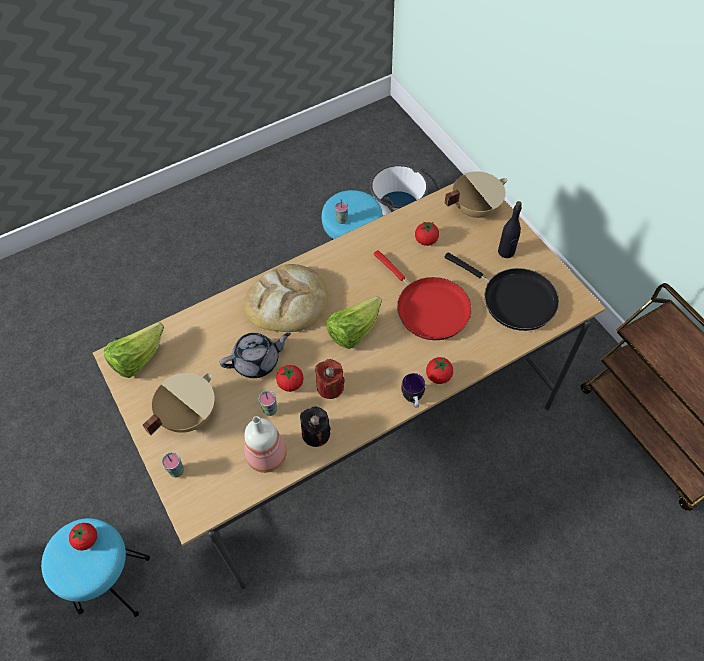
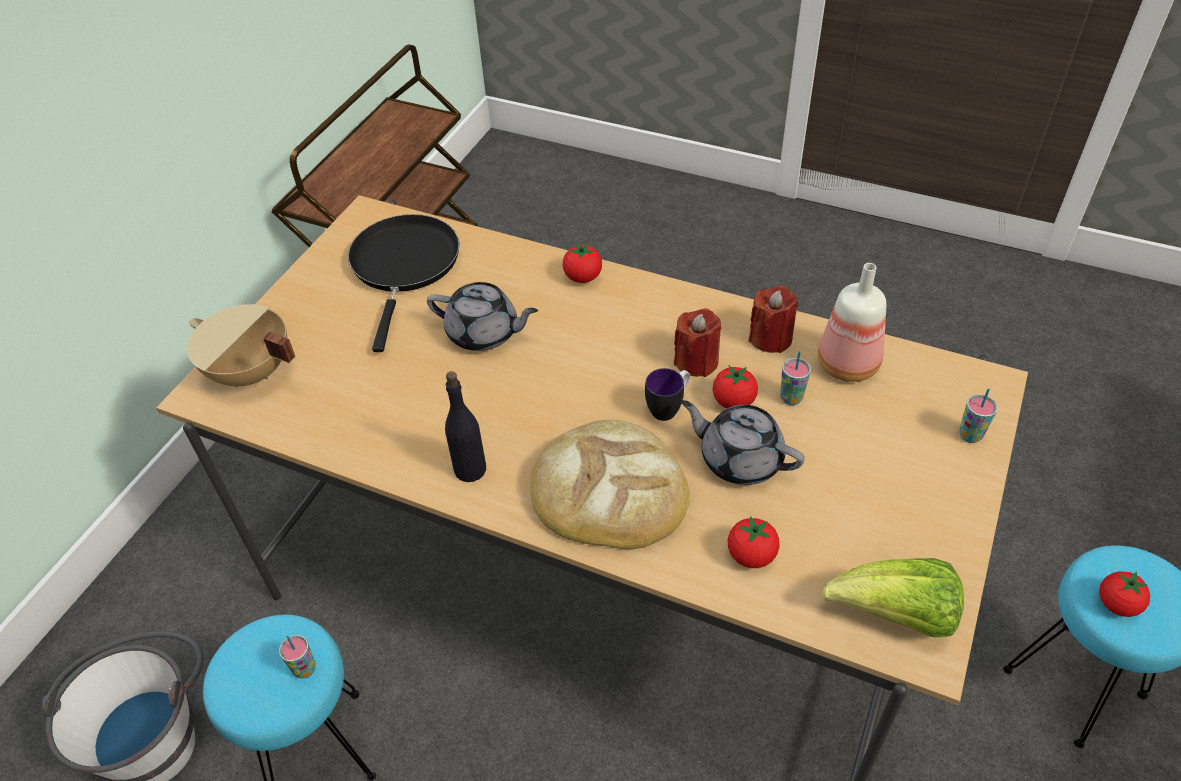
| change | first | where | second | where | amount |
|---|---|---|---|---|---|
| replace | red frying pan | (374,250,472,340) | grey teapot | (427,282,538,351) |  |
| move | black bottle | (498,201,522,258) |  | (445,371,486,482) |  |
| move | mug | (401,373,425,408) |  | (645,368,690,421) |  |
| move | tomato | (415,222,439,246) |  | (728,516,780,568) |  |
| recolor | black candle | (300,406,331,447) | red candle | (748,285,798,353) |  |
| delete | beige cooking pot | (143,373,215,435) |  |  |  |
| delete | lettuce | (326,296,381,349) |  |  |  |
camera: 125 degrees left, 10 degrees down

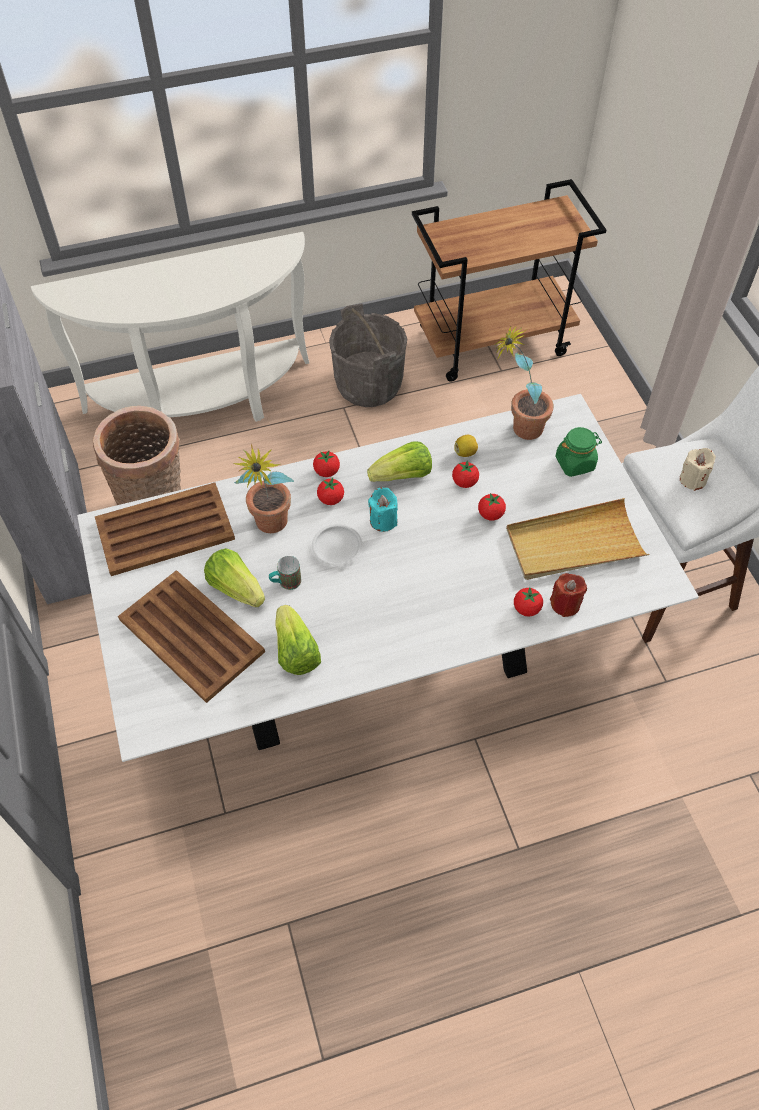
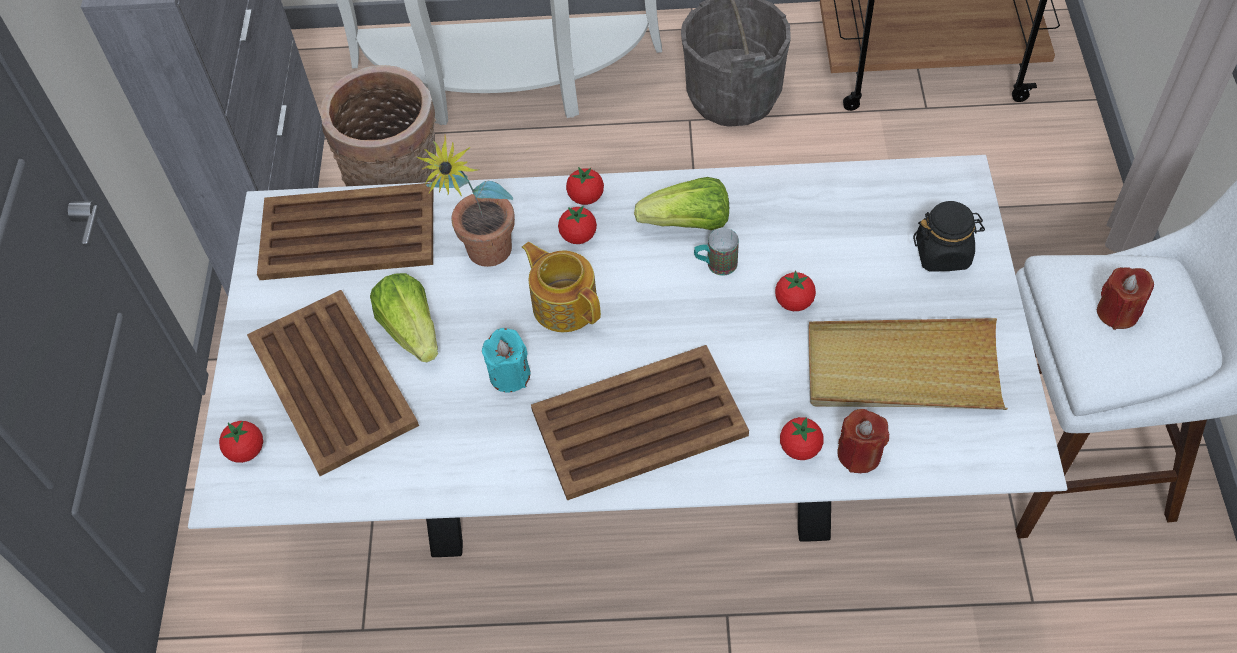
| change | first | where | second | where | amount |
|---|---|---|---|---|---|
| move | tomato | (452,460,479,488) |  | (219,421,263,463) |  |
| move | turquoise candle | (368,488,398,532) |  | (482,328,531,393) |  |
| replace | white plate | (312,524,362,566) | teapot | (522,242,601,332) |  |
| insert |  |  | brown tray | (531,345,749,500) |  |
| move | mug | (269,556,301,590) |  | (694,228,739,276) |  |
| recolor | green jar | (555,427,602,477) | black jar | (913,201,985,272) |  |
| recolor | beige candle | (680,448,716,491) | red candle | (1097,267,1154,330) |  |
| delete | lettuce | (275,605,321,675) |  |  |  |
| delete | lemon | (455,435,478,457) |  |  |  |
| delete | potted plant | (494,327,554,440) |  |  |  |
camera: 20 degrees right, 0 degrees up

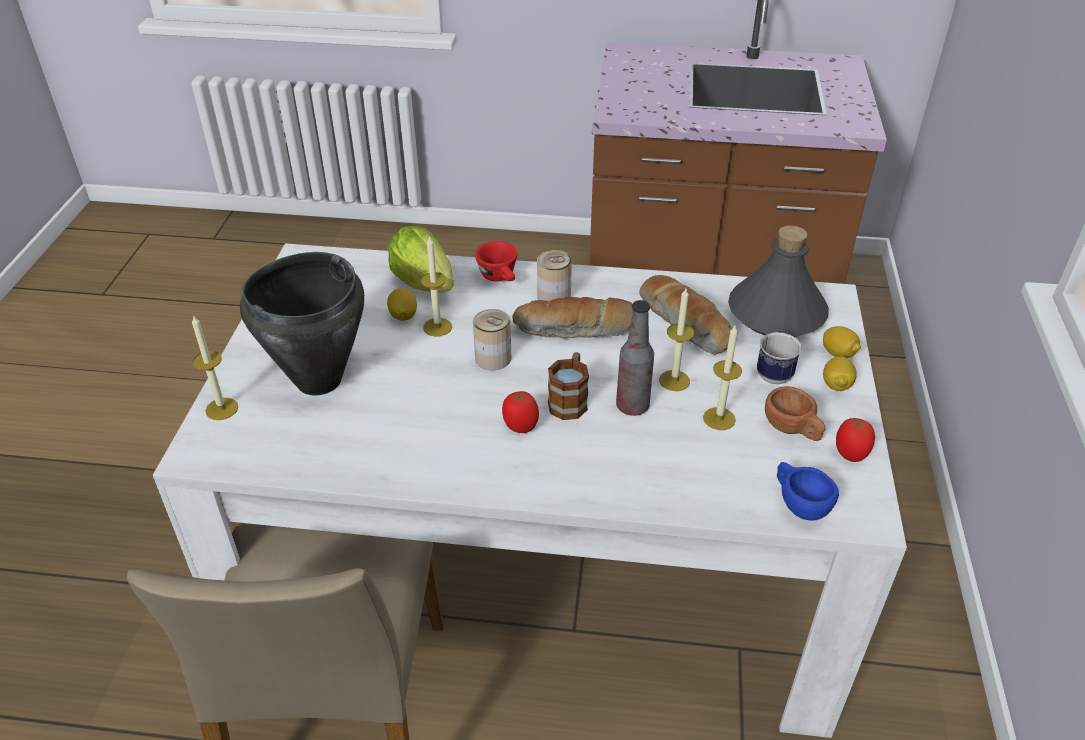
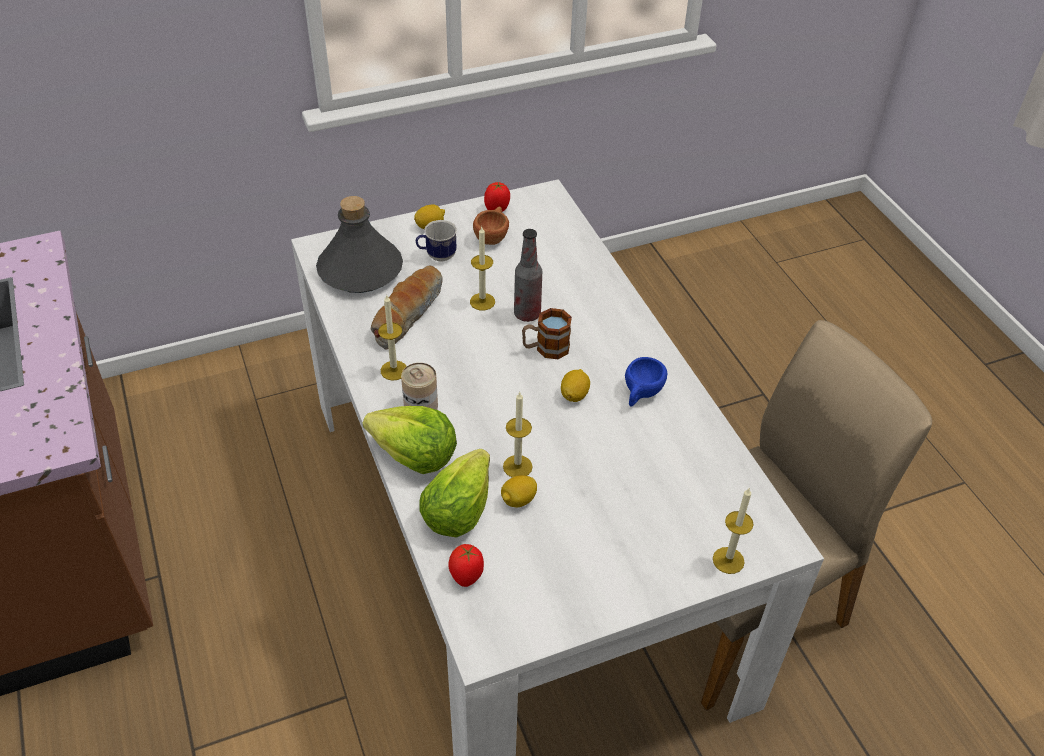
| change | first | where | second | where | amount |
|---|---|---|---|---|---|
| replace | red cup | (475,241,518,282) | lettuce | (363,406,457,474) |  |
| move | candle | (703,326,742,430) |  | (378,294,407,380) |  |
| move | tomato | (502,391,539,433) |  | (448,544,484,587) |  |
| move | lemon | (823,326,861,358) |  | (561,369,590,402) |  |
| move | blue cup | (777,462,839,521) |  | (625,357,667,406) |  |
| delete | black cooking pot | (240,252,364,395) |  |  |  |
| delete | can | (473,309,511,370) |  |  |  |
| delete | bread | (512,297,633,339) |  |  |  |
camera: 120 degrees left, 5 degrees up

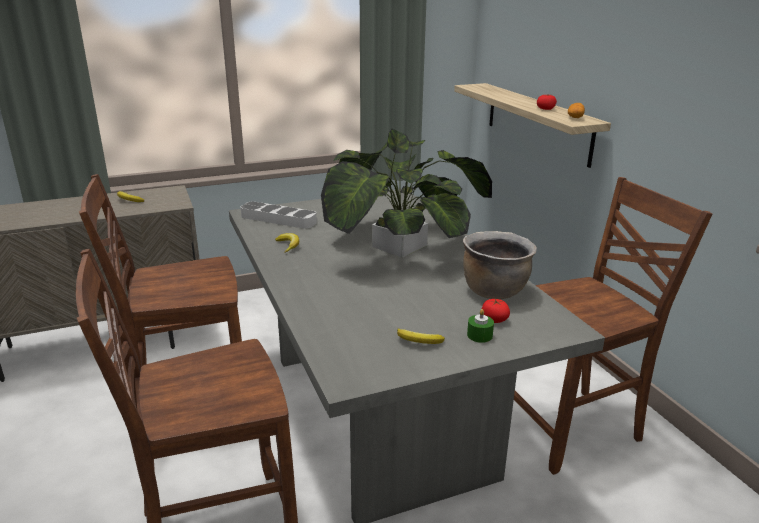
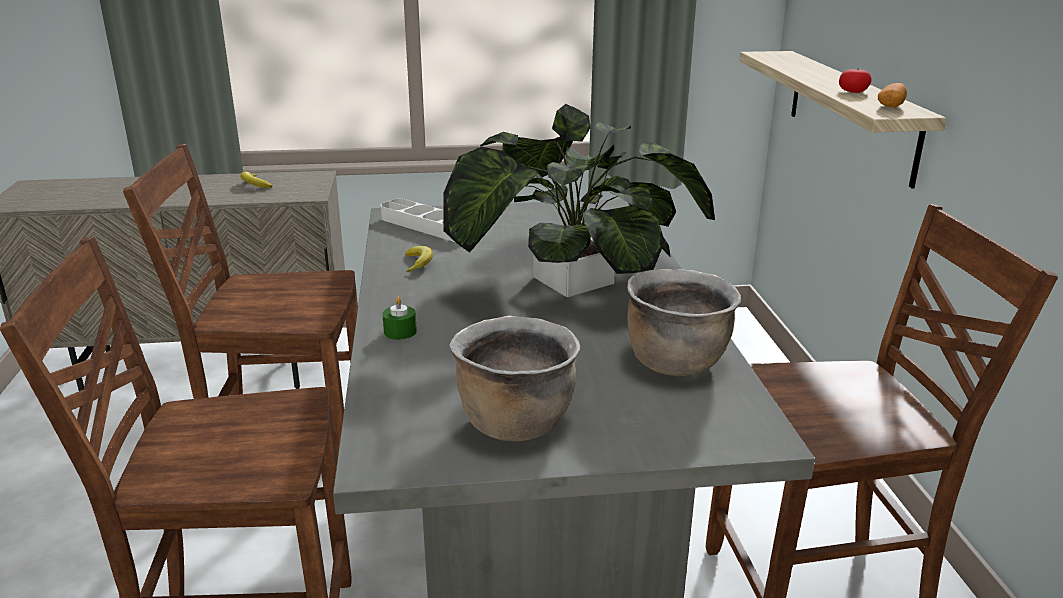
| change | first | where | second | where | amount |
|---|---|---|---|---|---|
| move | green candle | (467,309,494,343) |  | (382,296,417,340) |  |
| replace | banana | (397,329,445,344) | brown cooking pot | (449,315,580,442) |  |
| delete | tomato | (482,299,510,323) |  |  |  |
camera: 15 degrees right, 0 degrees up

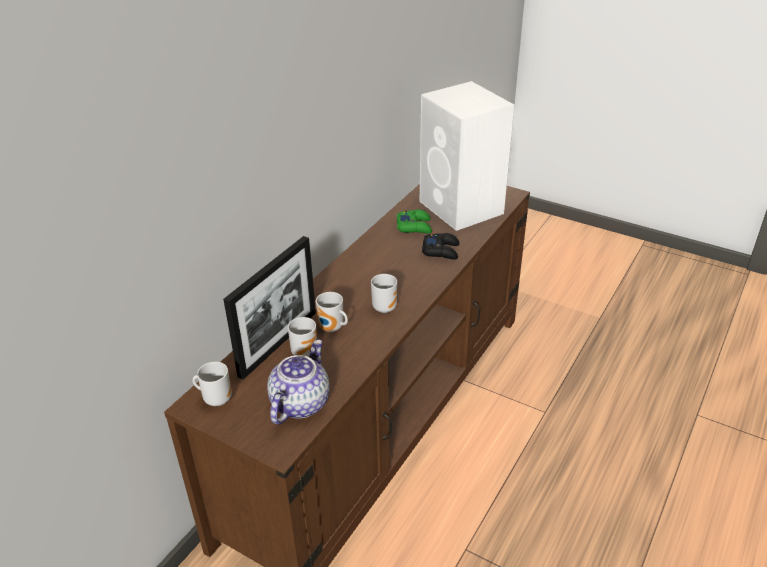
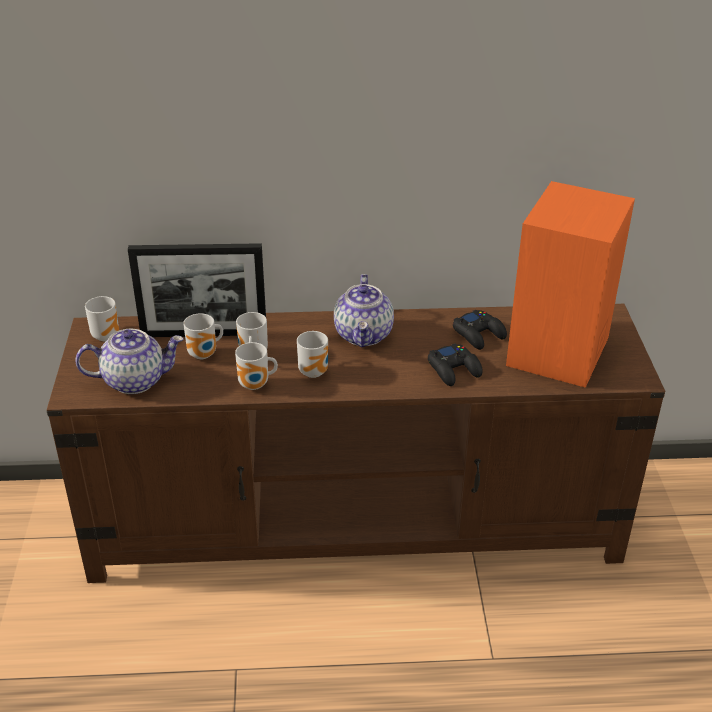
| change | first | where | second | where | amount |
|---|---|---|---|---|---|
| insert |  |  | mug | (235,342,278,390) |  |
| insert |  |  | teapot | (334,274,394,347) |  |
| recolor | green game controller | (397,209,432,233) | black game controller | (453,310,507,350) |  |
| recolor | white speaker | (420,81,514,231) | orange speaker | (506,181,635,388) |  |
camera: 55 degrees right, 0 degrees up

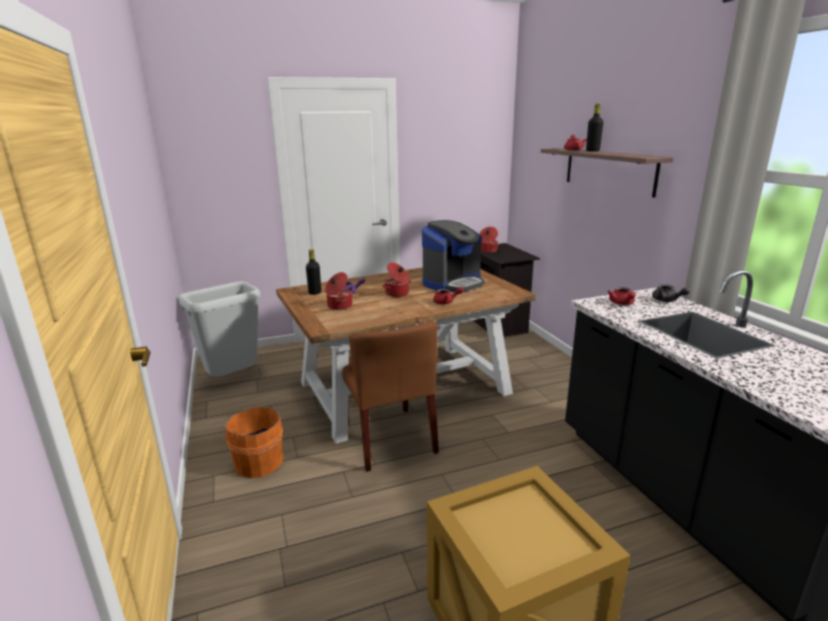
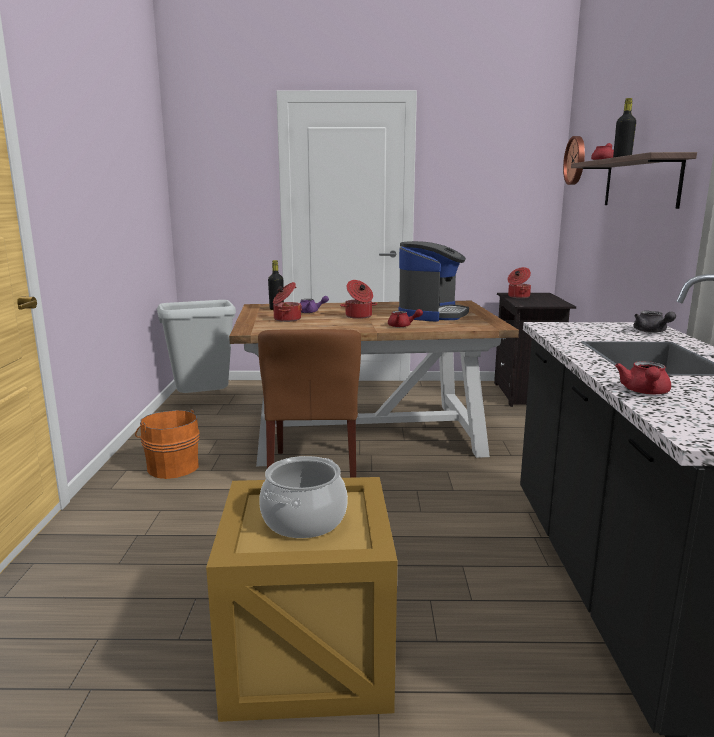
| change | first | where | second | where | amount |
|---|---|---|---|---|---|
| insert |  |  | cooking pot | (259,456,348,538) |  |
| rotate | coffee machine | (422,220,485,293) |  | (398,241,469,322) | 45 degrees counterclockwise |
| insert |  |  | wall clock | (563,136,585,185) |  |
| move | red teapot | (608,287,636,305) |  | (615,361,671,395) |  |
camera: 20 degrees right, 5 degrees down

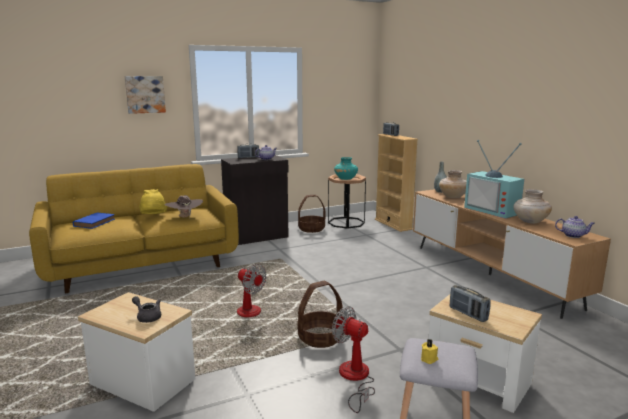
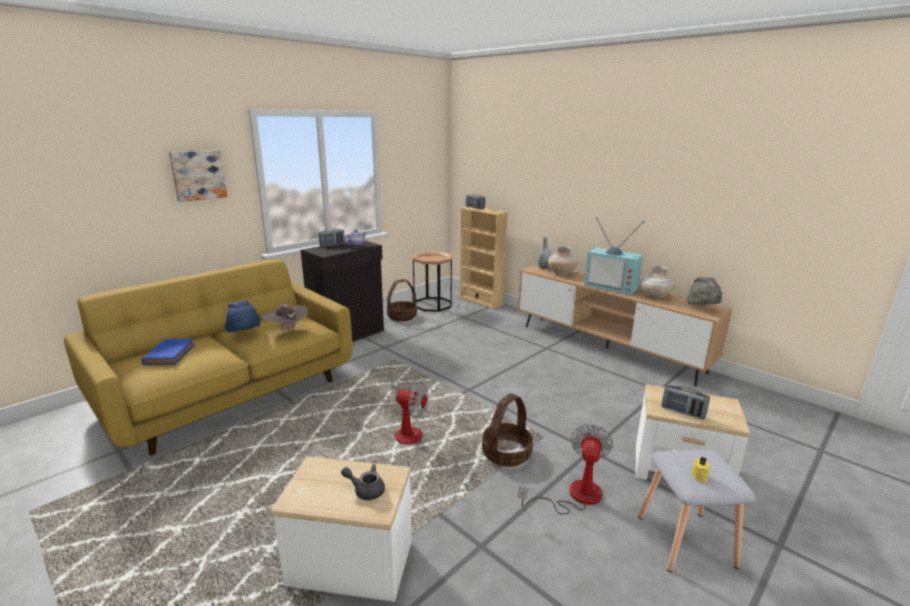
| change | first | where | second | where | amount |
|---|---|---|---|---|---|
| recolor | yellow hat | (139,189,167,214) | blue hat | (224,300,260,333) |  |
| rotate | fan | (332,306,375,413) |  | (518,424,613,515) | 90 degrees clockwise |
| replace | teapot | (555,216,595,238) | grey hat | (687,277,722,305) |  |
| delete | turquoise vase | (334,157,358,180) |  |  |  |
camera: 20 degrees left, 5 degrees up

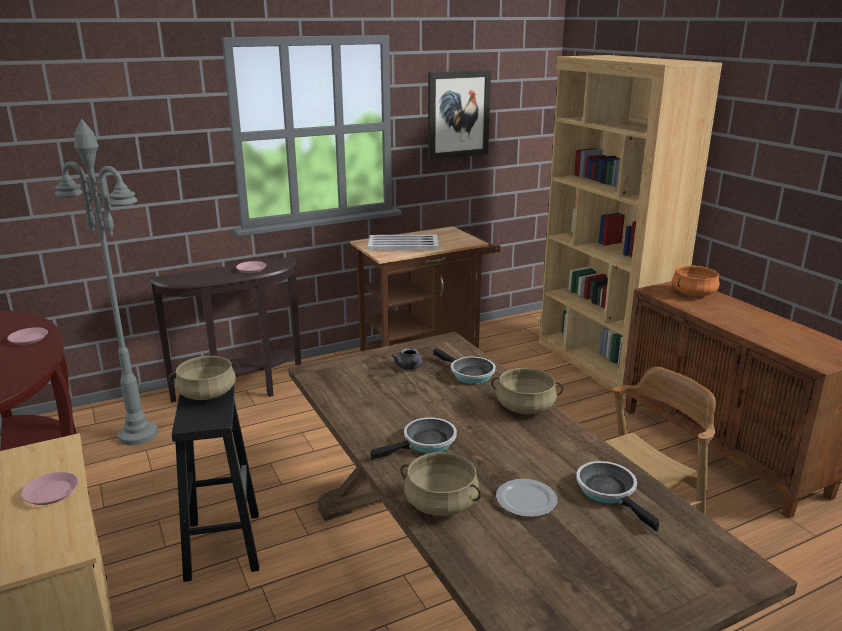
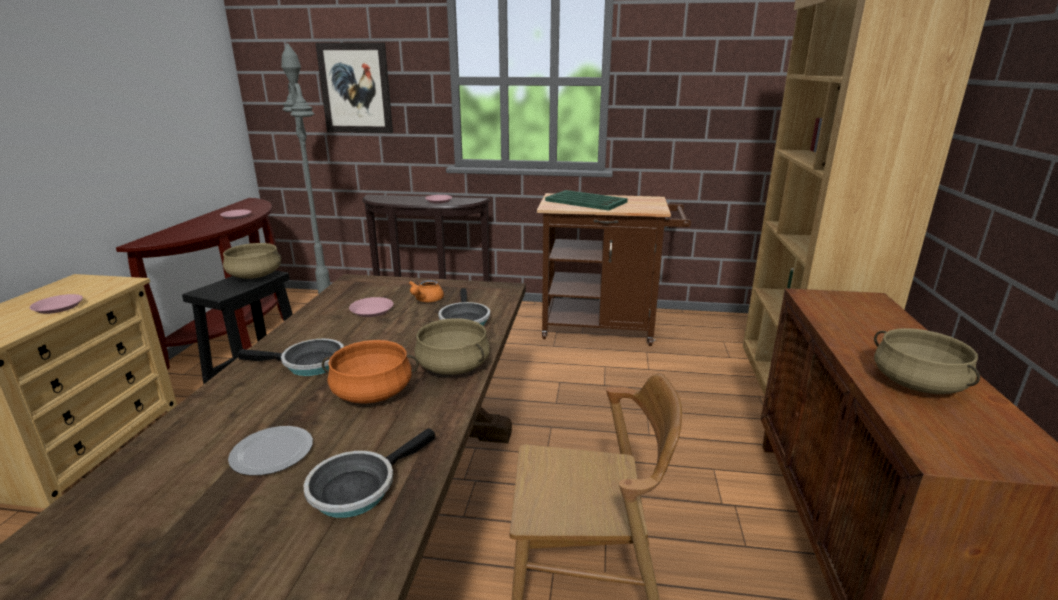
| change | first | where | second | where | amount |
|---|---|---|---|---|---|
| rotate | frying pan | (576,461,660,532) |  | (304,428,435,518) | 150 degrees counterclockwise |
| move | picture | (428,70,491,160) |  | (315,42,393,133) |  |
| move | orange cooking pot | (672,265,720,296) |  | (322,340,419,404) |  |
| insert |  |  | pink plate | (349,297,393,317) |  |
| recolor | grey teapot | (392,348,423,370) | orange teapot | (409,280,444,302) |  |
| recolor | white tray | (368,235,439,250) | green tray | (545,190,628,211) |  |
| move | beige cooking pot | (400,452,481,516) |  | (874,328,980,394) |  |
camera: 35 degrees right, 0 degrees up

